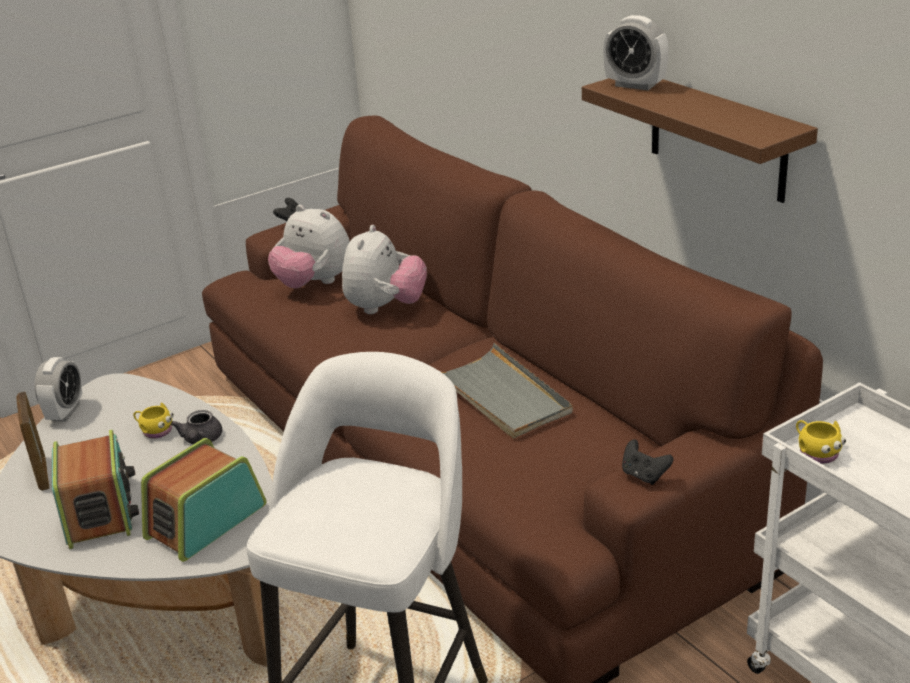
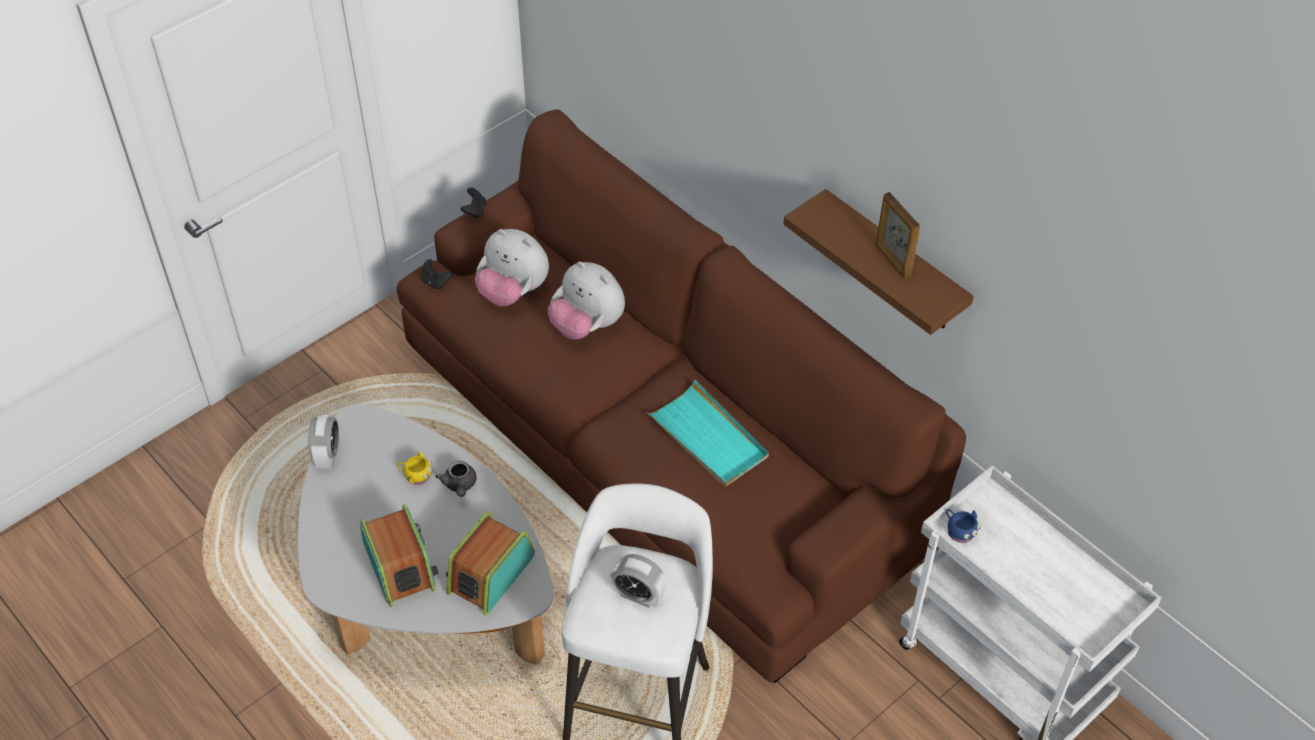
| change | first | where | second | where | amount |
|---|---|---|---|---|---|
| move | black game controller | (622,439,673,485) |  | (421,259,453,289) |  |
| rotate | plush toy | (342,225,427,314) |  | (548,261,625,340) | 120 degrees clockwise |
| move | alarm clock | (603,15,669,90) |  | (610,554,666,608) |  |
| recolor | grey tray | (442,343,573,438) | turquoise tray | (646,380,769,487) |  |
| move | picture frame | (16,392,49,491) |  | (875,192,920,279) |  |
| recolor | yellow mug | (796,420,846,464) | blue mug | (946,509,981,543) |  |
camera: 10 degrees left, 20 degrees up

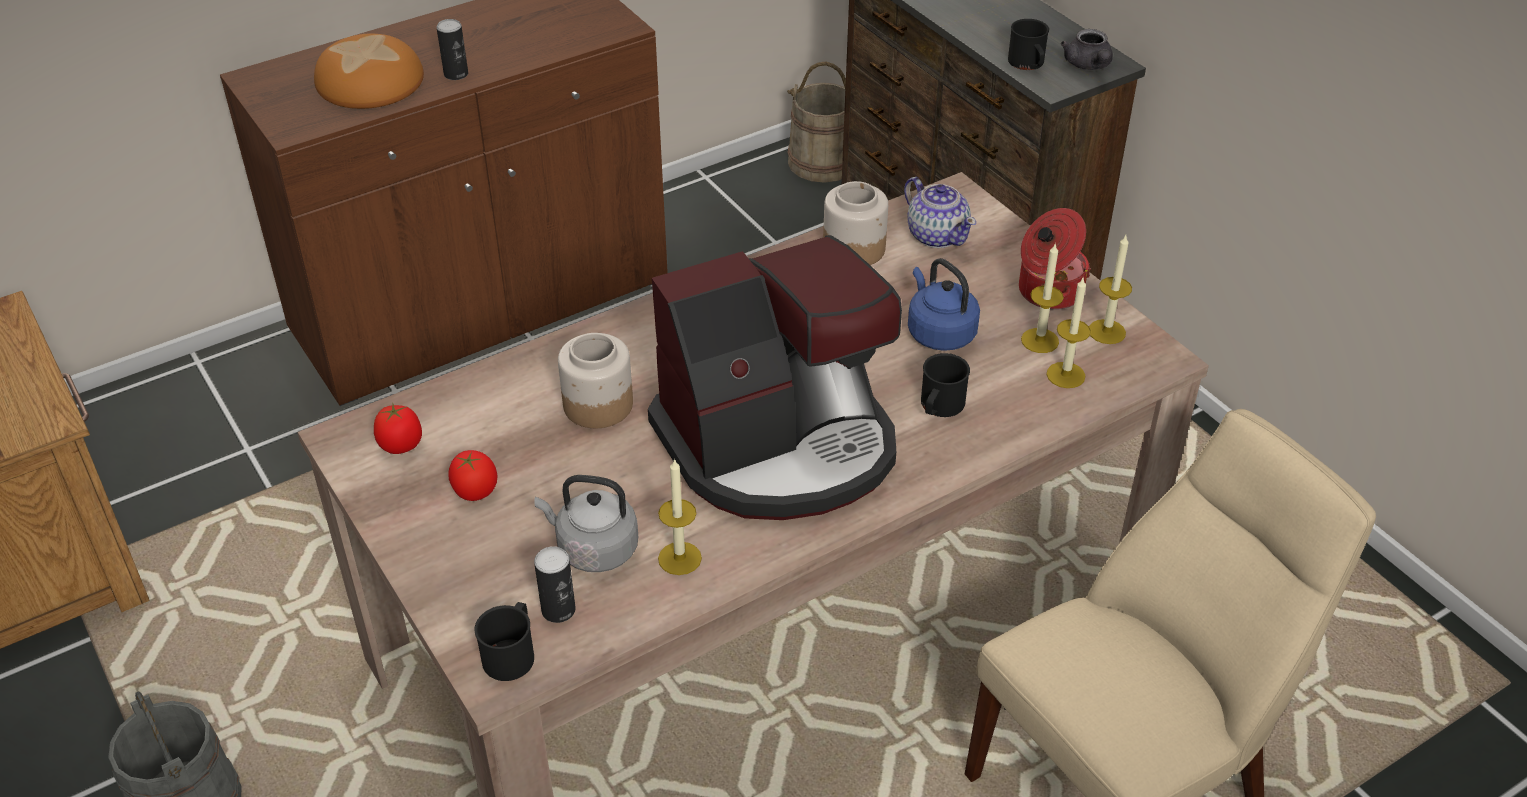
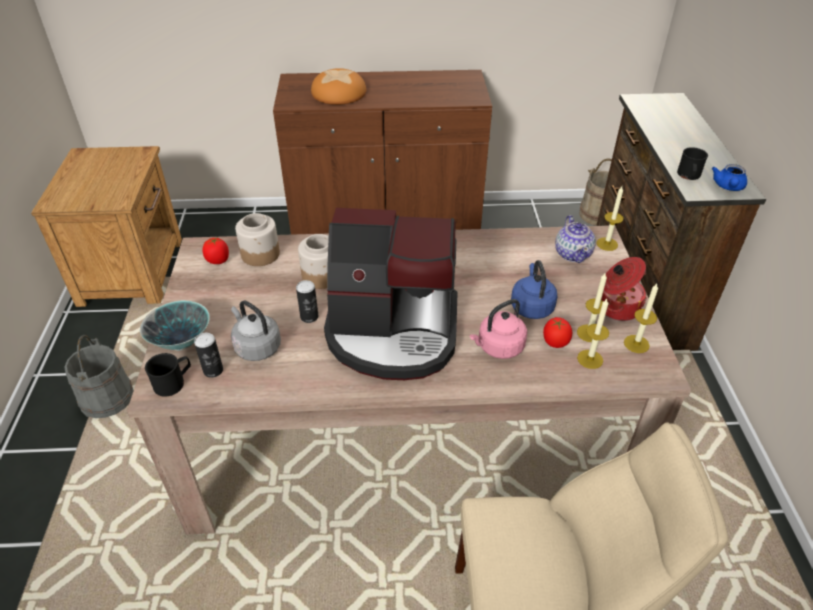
| change | first | where | second | where | amount |
|---|---|---|---|---|---|
| insert |  |  | bowl | (140,300,210,351) |  |
| move | jar | (823,181,888,265) |  | (235,213,280,266) |  |
| move | can | (437,19,468,80) |  | (296,280,318,323) |  |
| replace | black mug | (921,353,970,417) | pink kettle | (470,299,527,359) |  |
| move | tomato | (448,450,497,501) |  | (543,317,572,348) |  |
| move | candle | (658,458,702,575) |  | (596,186,623,251) |  |
| recolor | grey teapot | (1061,29,1113,70) | blue teapot | (712,164,747,191) |  |
camera: 30 degrees right, 0 degrees up

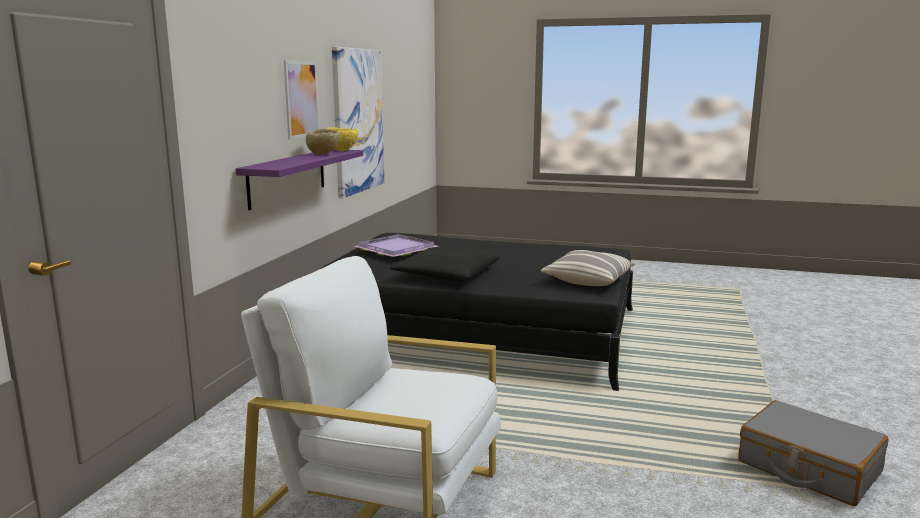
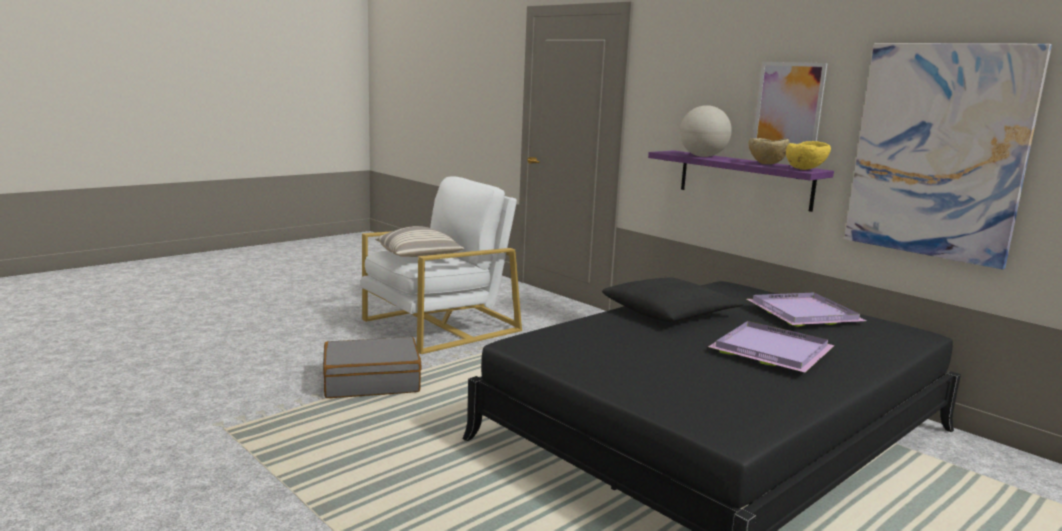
| change | first | where | second | where | amount |
|---|---|---|---|---|---|
| move | grey suitcase | (738,400,889,506) |  | (323,337,421,398) |  |
| move | pillow | (541,250,636,286) |  | (375,226,464,257) |  |
| insert |  |  | globe | (680,105,732,157) |  |
| insert |  |  | purple tray | (708,321,835,372) |  |
camera: 120 degrees right, 0 degrees up

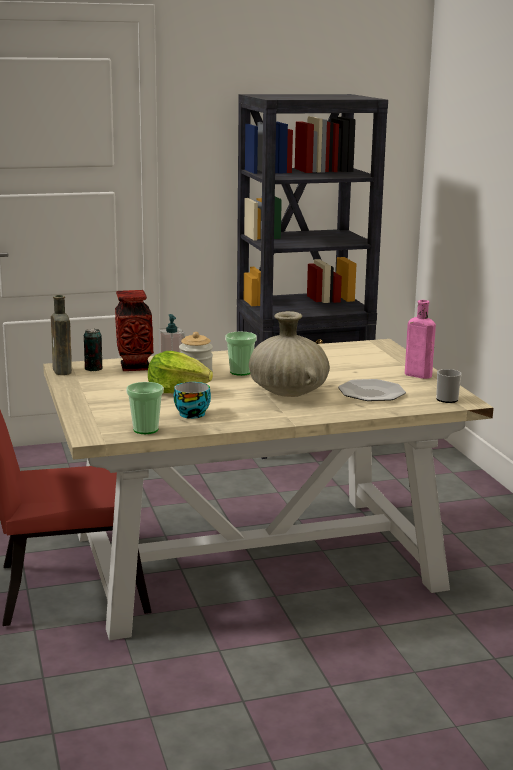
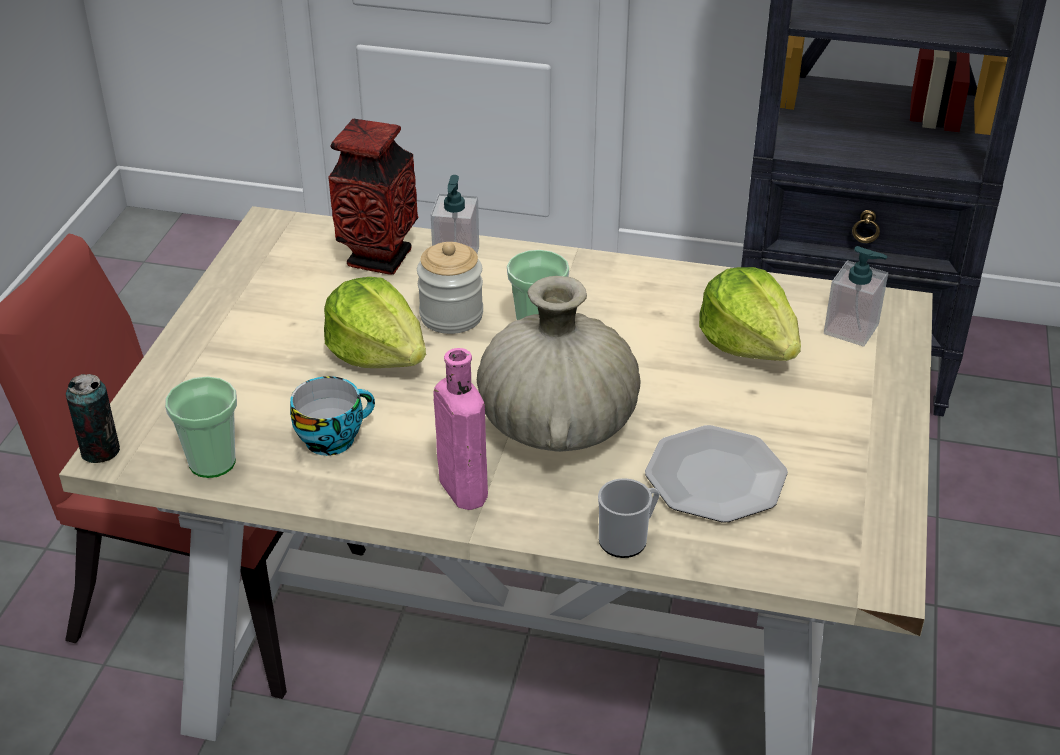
| change | first | where | second | where | amount |
|---|---|---|---|---|---|
| move | can | (83,328,103,371) |  | (66,374,120,463) |  |
| move | pink bottle | (405,300,436,379) |  | (433,348,488,510) |  |
| move | mug | (436,369,462,403) |  | (598,478,660,558) |  |
| insert |  |  | lettuce | (699,267,801,361) |  |
| insert |  |  | soap dispenser | (824,246,888,347) |  |
| delete | brown bottle | (51,295,72,375) |  |  |  |
camera: 30 degrees right, 20 degrees up

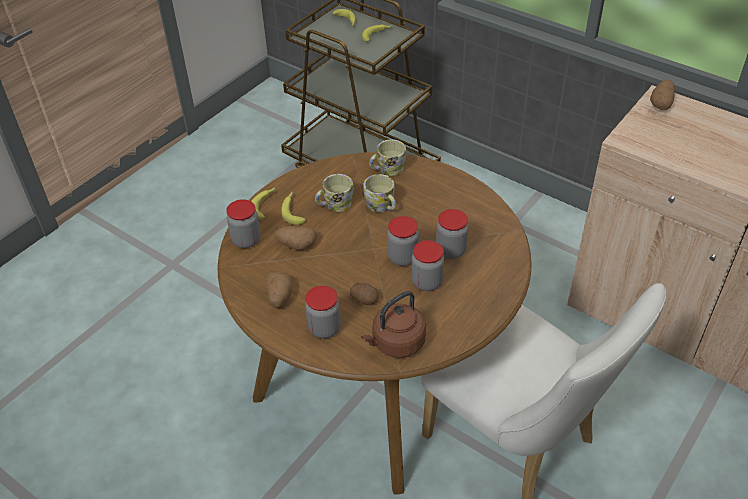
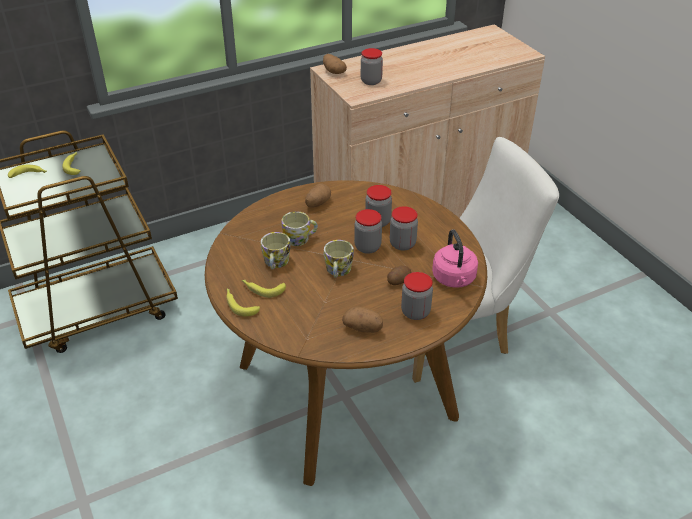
| change | first | where | second | where | amount |
|---|---|---|---|---|---|
| move | potato | (275,226,317,249) |  | (305,183,331,207) |  |
| move | mug | (369,139,406,176) |  | (324,240,354,278) |  |
| move | jar | (226,199,261,248) |  | (361,48,383,85) |  |
| recolor | brown kettle | (361,291,426,358) | pink kettle | (432,229,478,288) |  |
camera: 65 degrees left, 5 degrees down

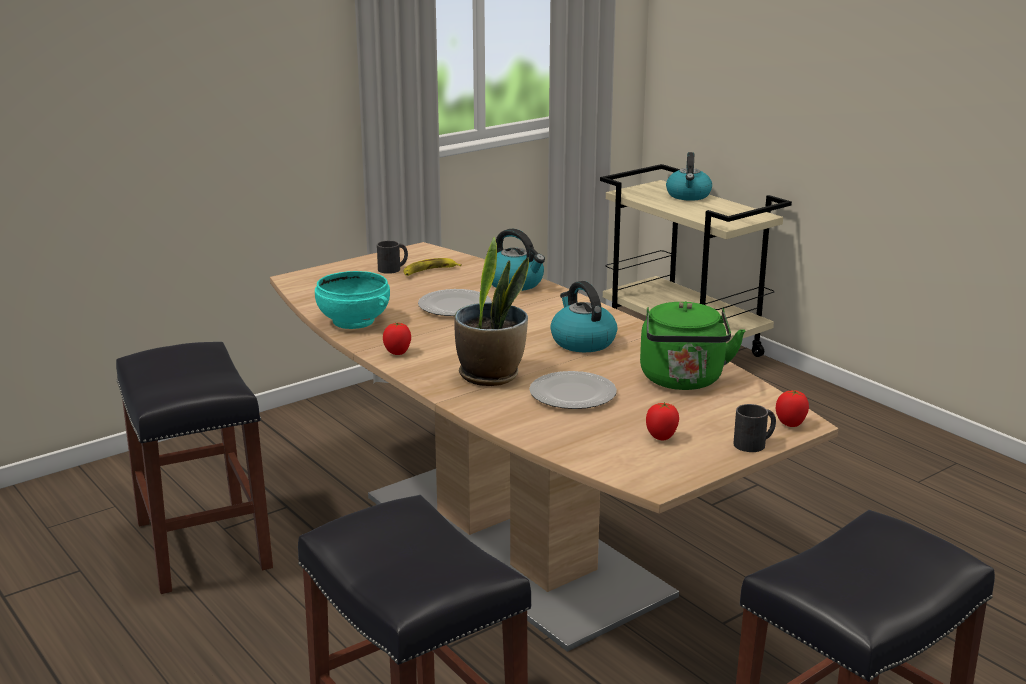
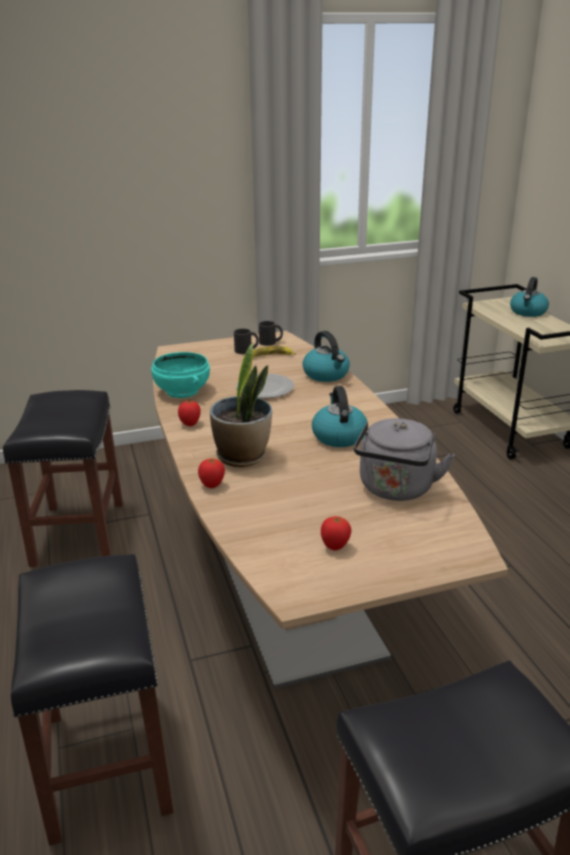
| change | first | where | second | where | amount |
|---|---|---|---|---|---|
| move | tomato | (776,390,809,427) |  | (198,458,225,488) |  |
| move | black mug | (733,404,776,452) |  | (259,321,283,346) |  |
| recolor | green kettle | (640,301,745,390) | grey kettle | (354,418,454,501) |  |
| delete | plate | (529,371,617,409) |  |  |  |
camera: 20 degrees right, 5 degrees up

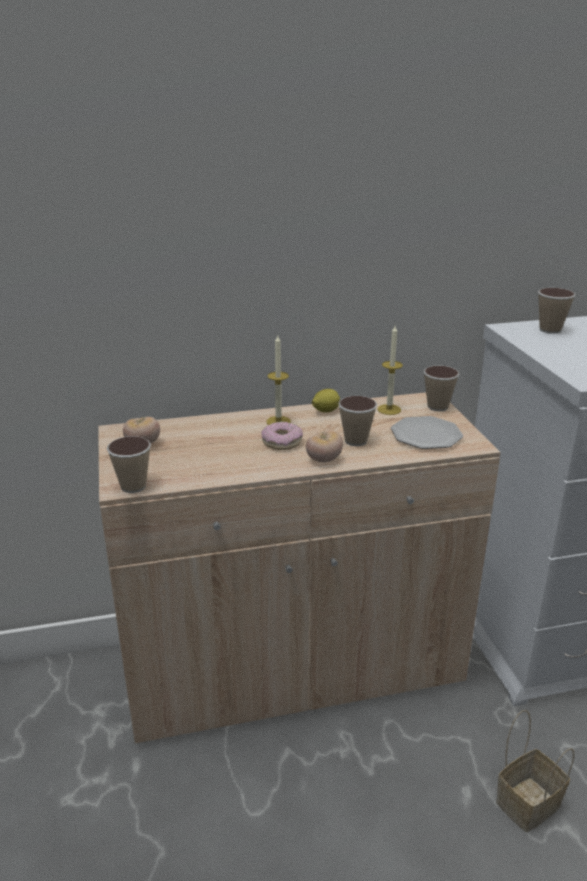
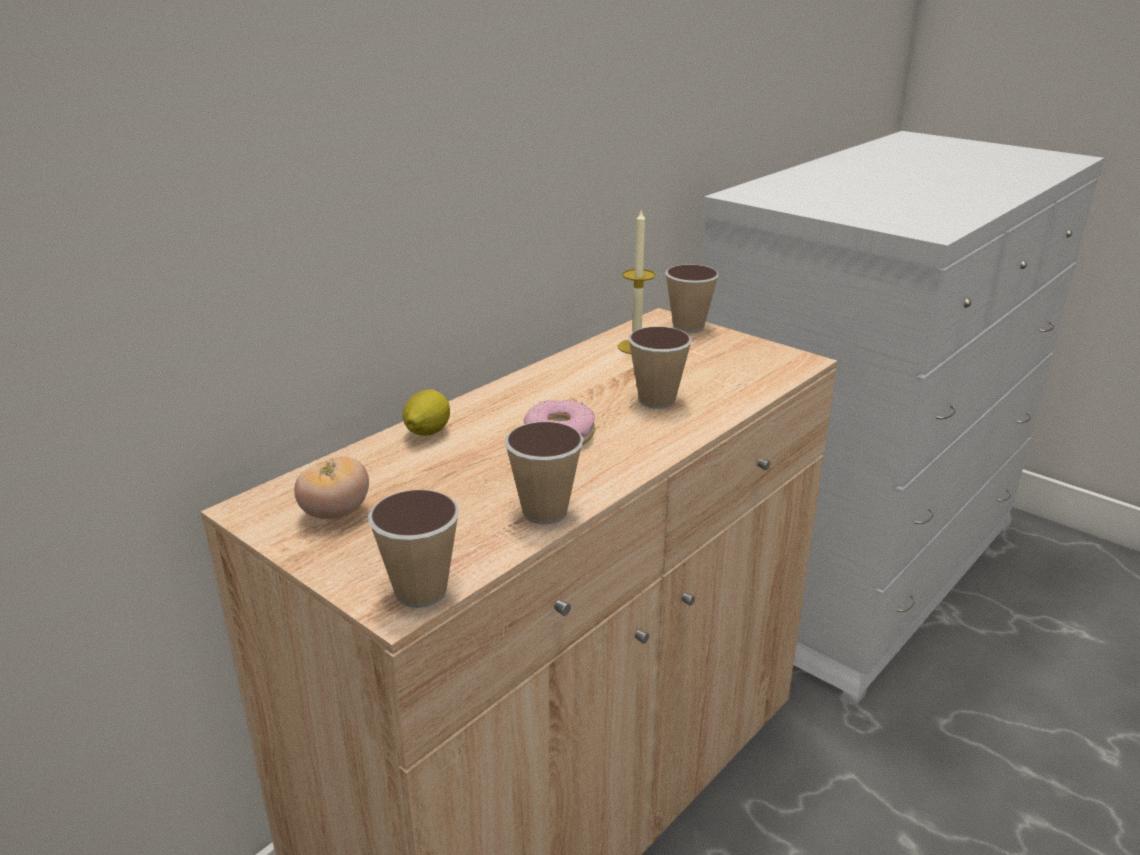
| change | first | where | second | where | amount |
|---|---|---|---|---|---|
| move | lemon | (312,389,340,412) |  | (403,389,450,436) |  |
| move | cup | (538,288,575,334) |  | (504,421,584,524) |  |
| delete | candle | (266,335,291,425) |  |  |  |
| delete | tomato | (306,430,343,462) |  |  |  |
| delete | plate | (391,416,463,449) |  |  |  |
| delete | basket | (496,710,575,832) |  |  |  |
camera: 35 degrees left, 0 degrees up

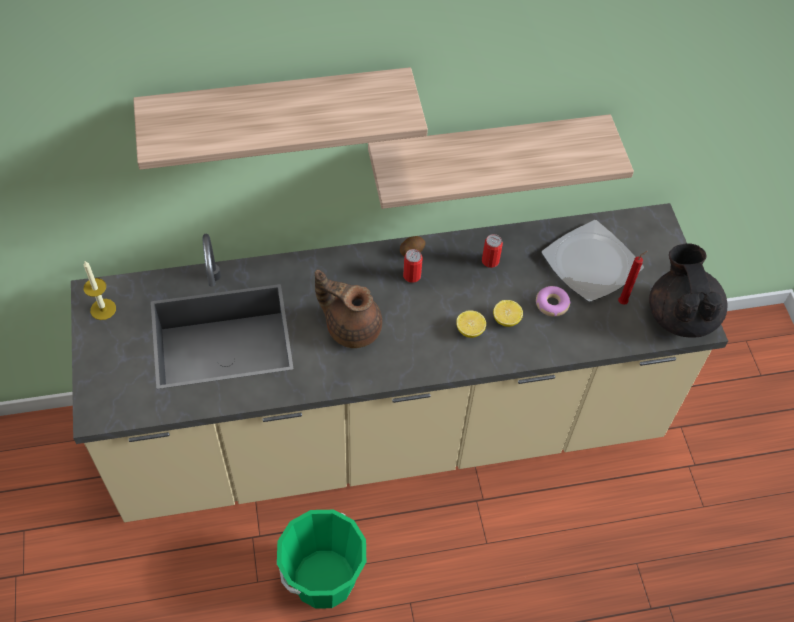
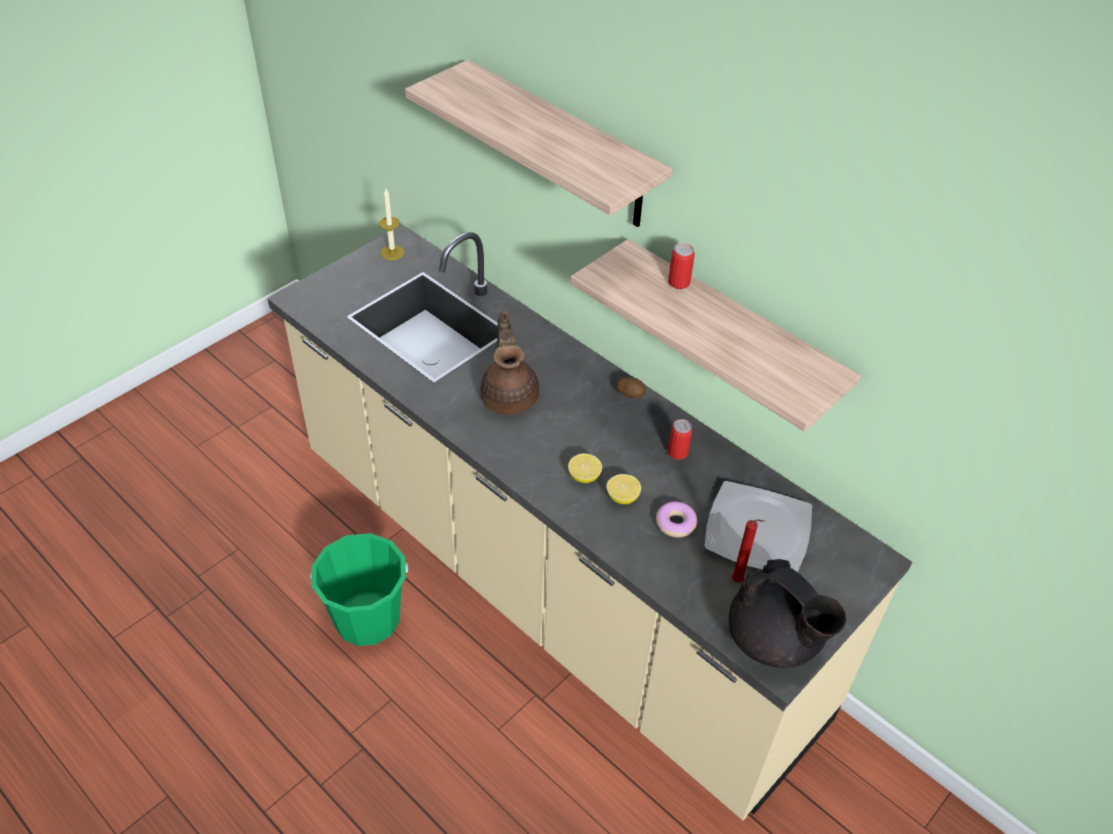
| change | first | where | second | where | amount |
|---|---|---|---|---|---|
| move | can | (403,249,423,283) |  | (668,243,695,289) |  |
| rotate | black teapot | (649,243,728,338) |  | (729,559,846,668) | 90 degrees clockwise |
camera: 55 degrees right, 10 degrees down

